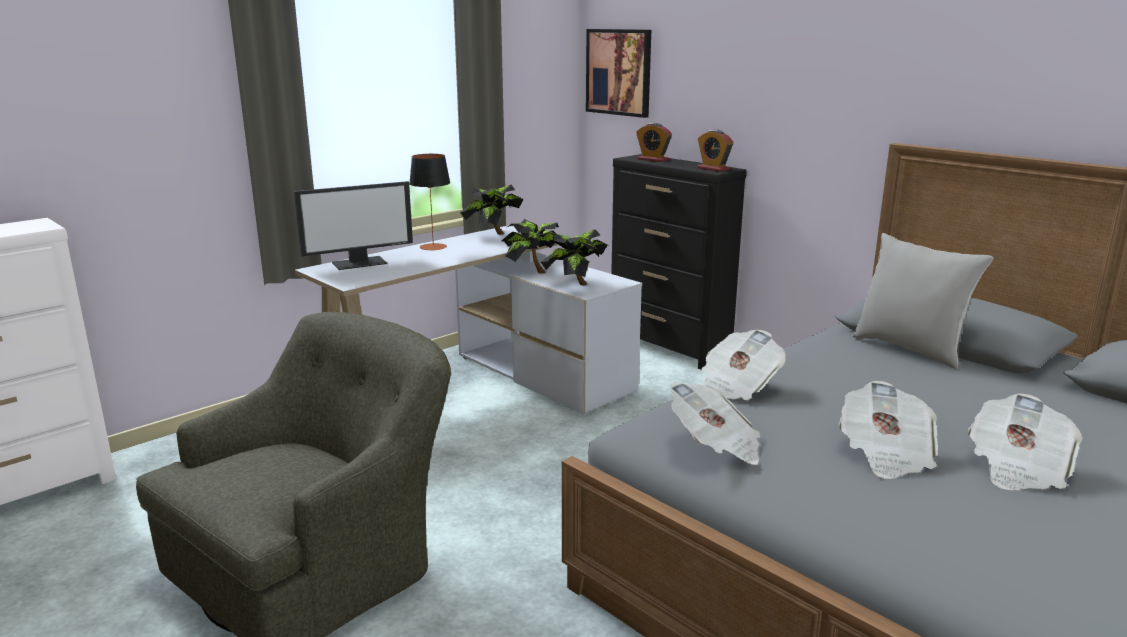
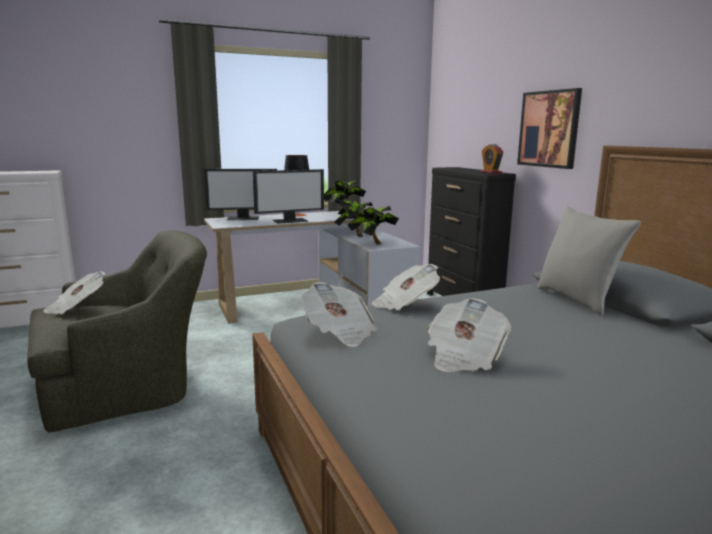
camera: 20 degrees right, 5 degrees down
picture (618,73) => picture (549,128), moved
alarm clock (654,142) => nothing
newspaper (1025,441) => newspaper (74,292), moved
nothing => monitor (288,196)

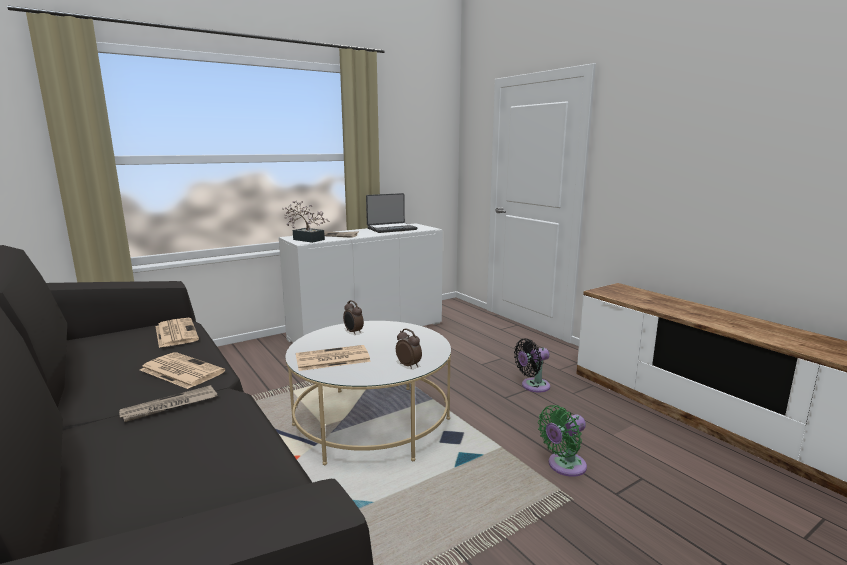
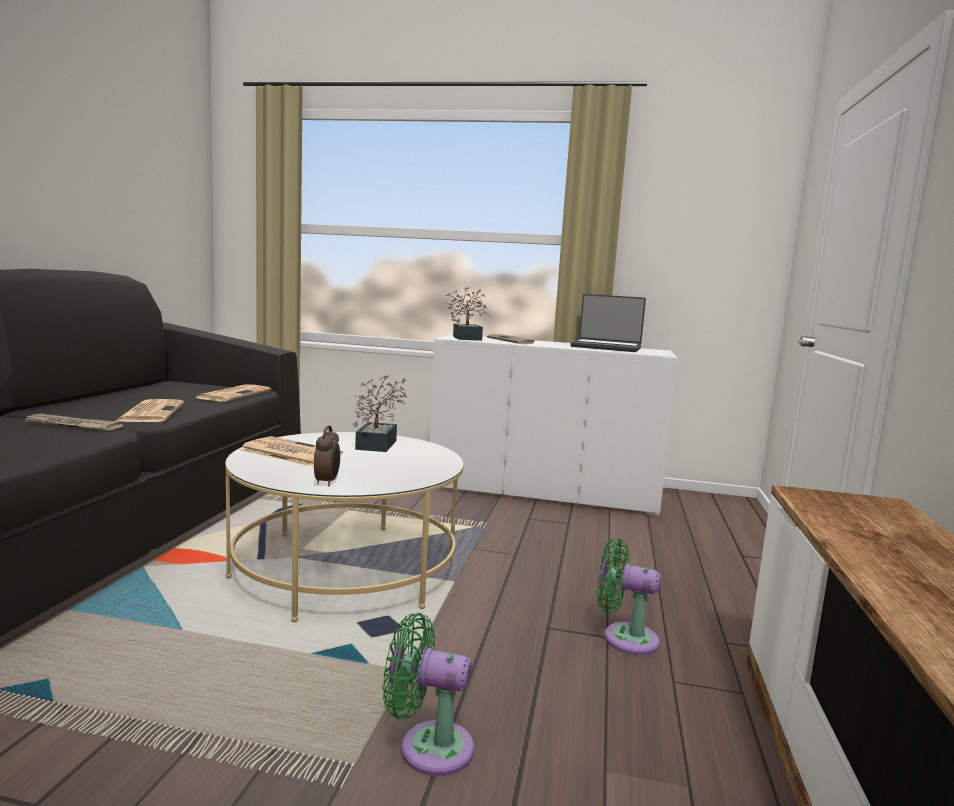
camera: 45 degrees right, 5 degrees down
alarm clock (353,317) => potted plant (380,413)
black fan (532,365) => green fan (629,596)

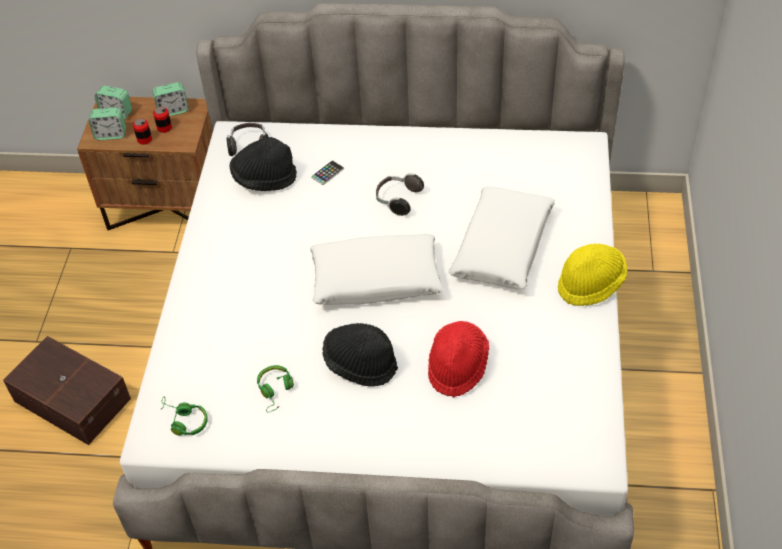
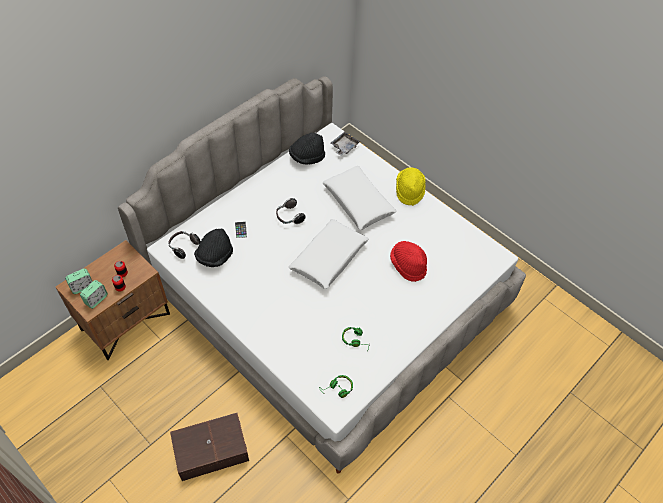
camera: 55 degrees left, 5 degrees up
alarm clock (170,99) => nothing
black hat (360,355) => black hat (307,148), moved
nothing => grey tray (345,144)

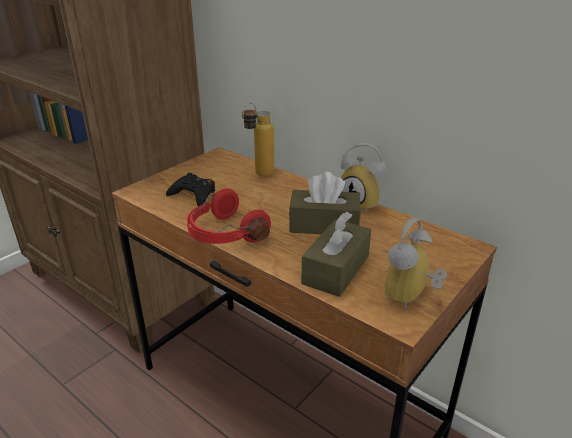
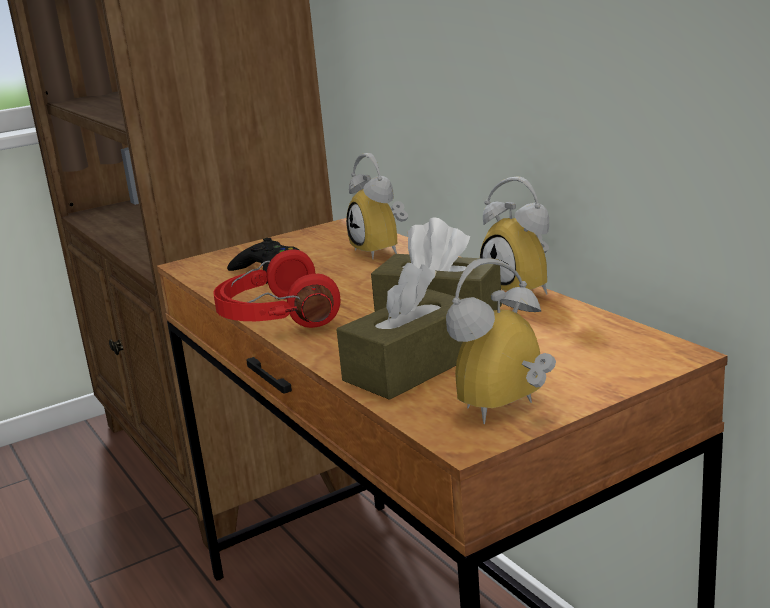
camera: 20 degrees right, 10 degrees down
bottle (258,140) => alarm clock (377,206)

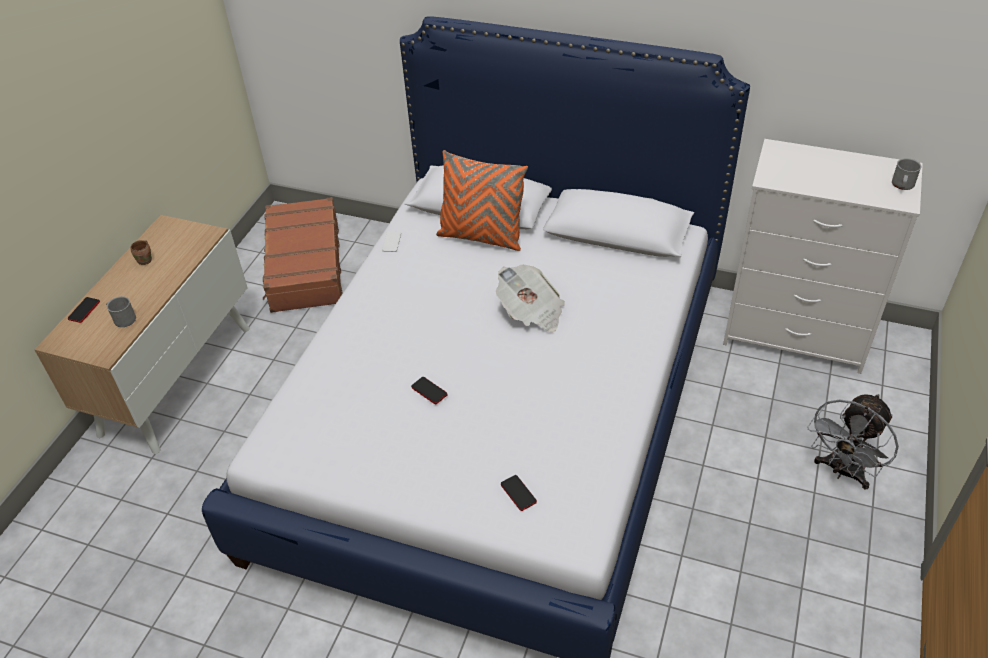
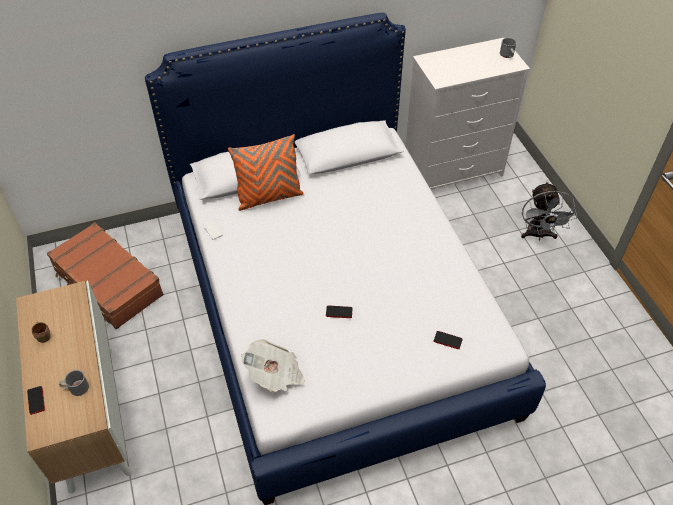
camera: 40 degrees left, 5 degrees up
newspaper (530,298) => newspaper (273,366), moved

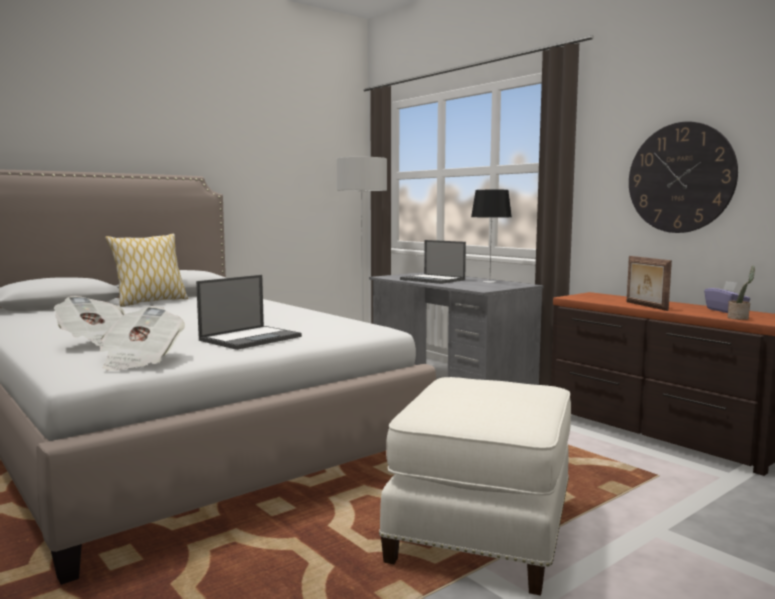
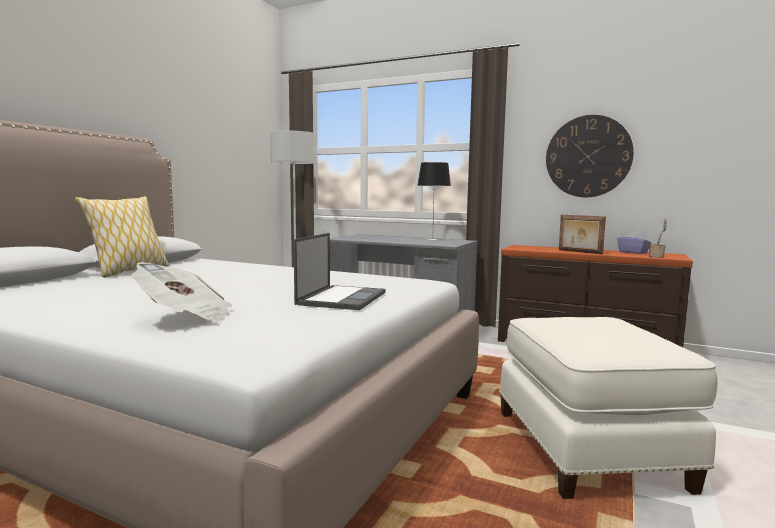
camera: 25 degrees left, 0 degrees up
laptop (433,262) => nothing
newspaper (142,338) => nothing

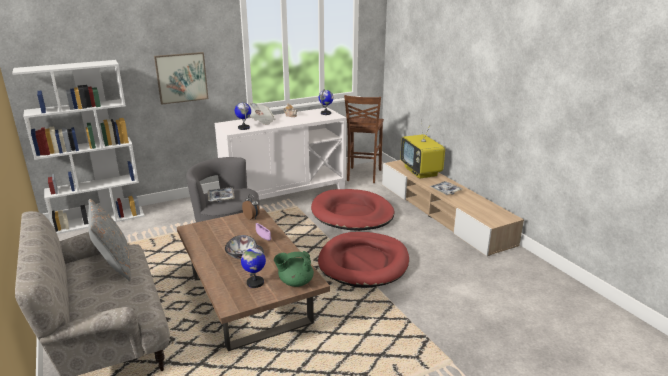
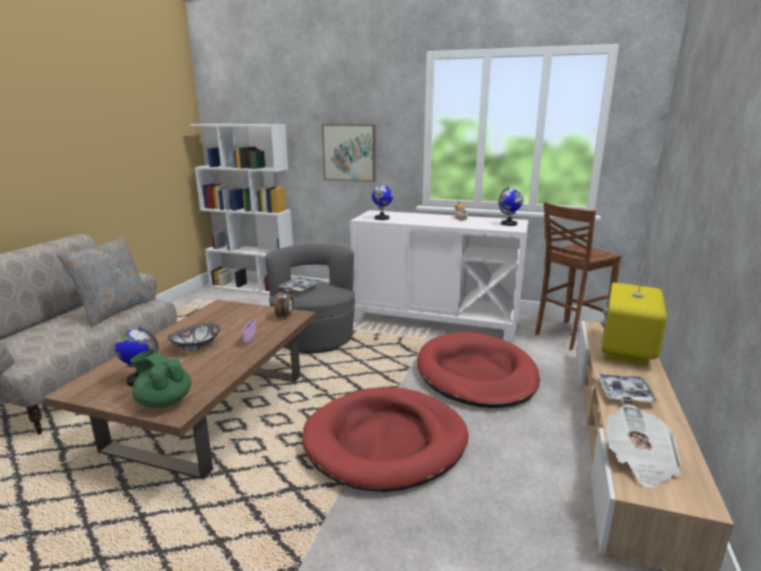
camera: 45 degrees right, 5 degrees down
newspaper (262,114) => newspaper (644,446), moved

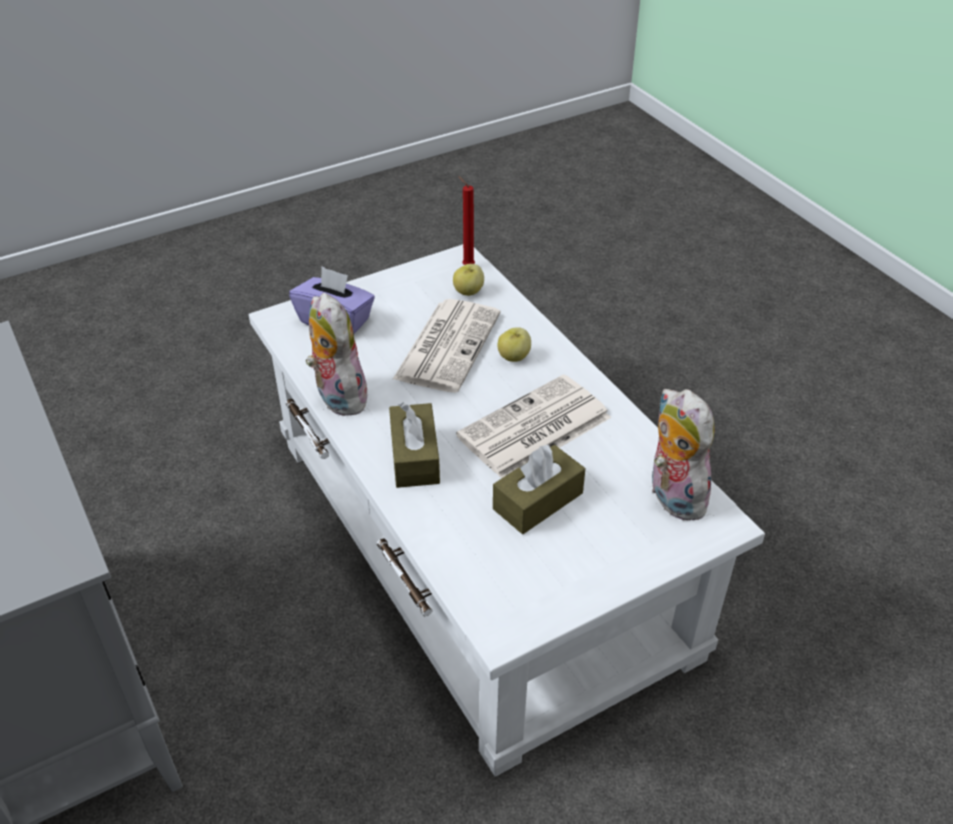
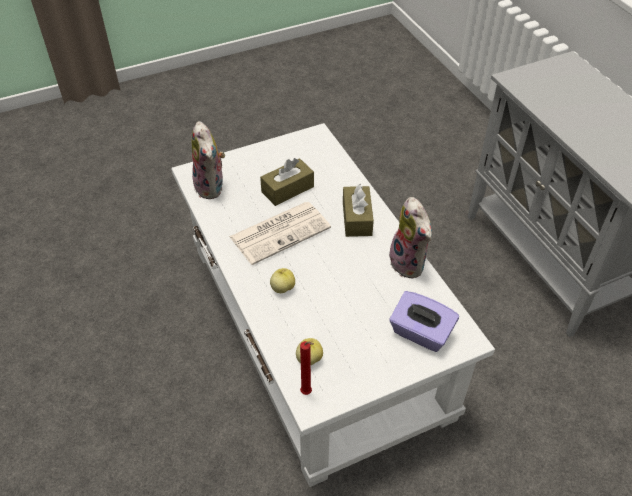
camera: 175 degrees left, 5 degrees up
newspaper (446,346) => nothing

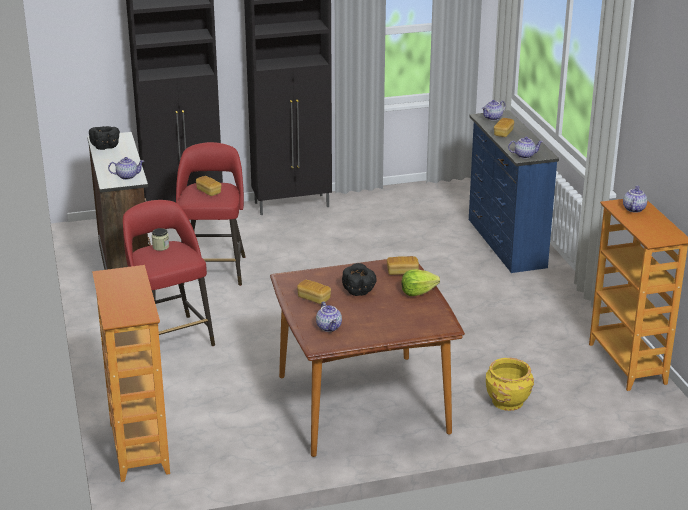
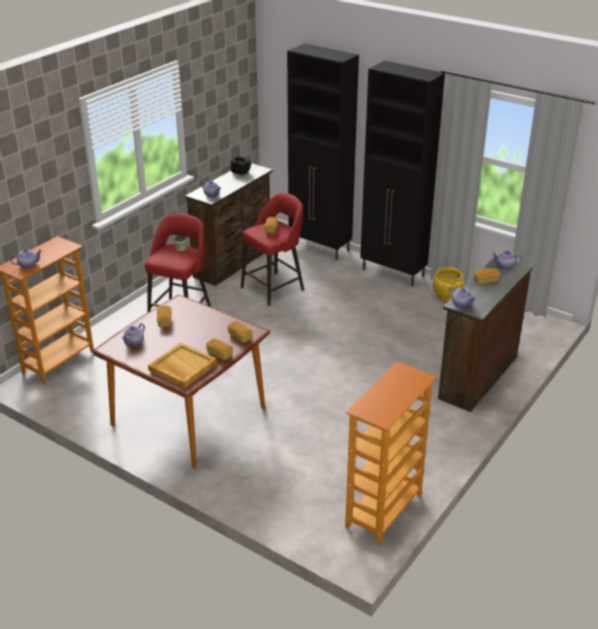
camera: 50 degrees right, 5 degrees up
blue dresser (514,191) => brown dresser (485,334)
teapot (635,199) => teapot (26,259), moved
black bowl (359,279) => nothing
lettuce (421,282) => bread (219,349)
yellow planter (510,384) => yellow planter (448,284), moved
nothing => beige tray (182,365)

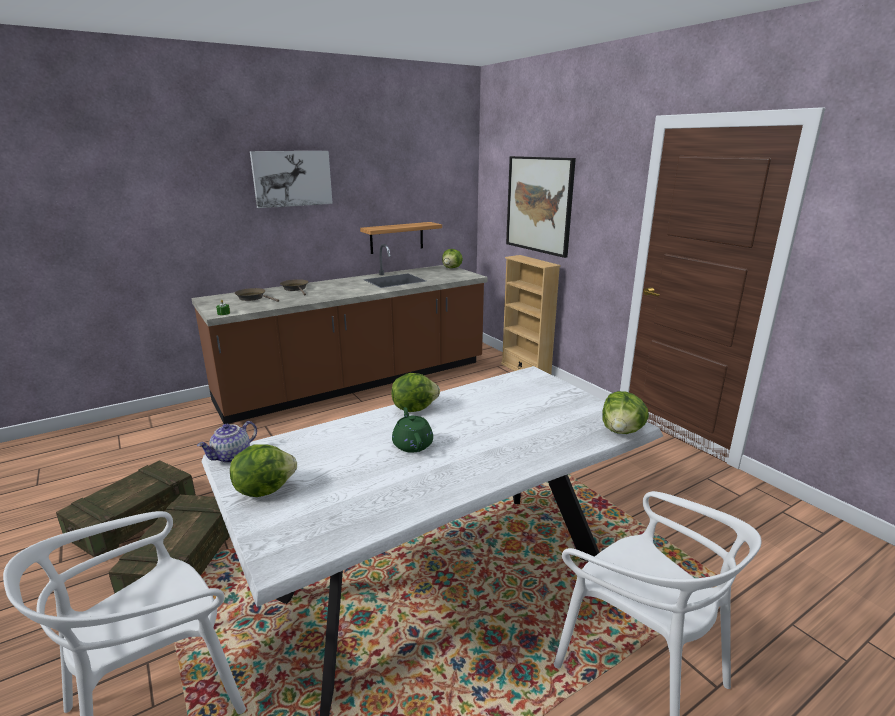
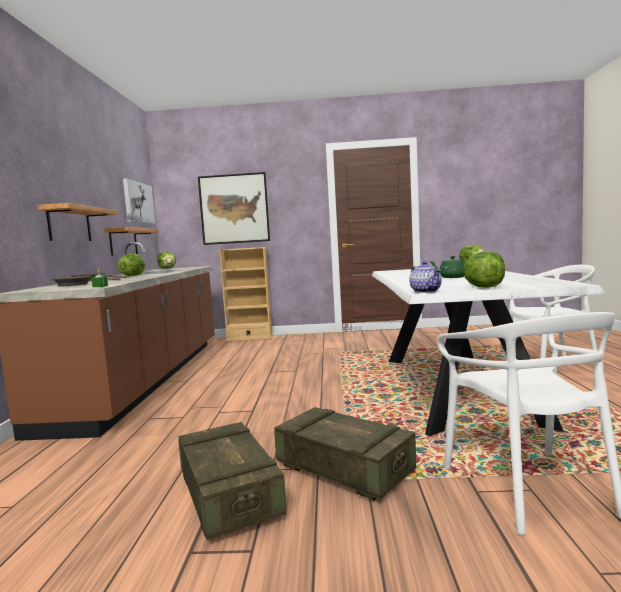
camera: 55 degrees left, 15 degrees down
picture (291,179) => picture (139,201), moved
lettuce (415,392) => lettuce (132,265), moved
nothing => shelf (77,222)

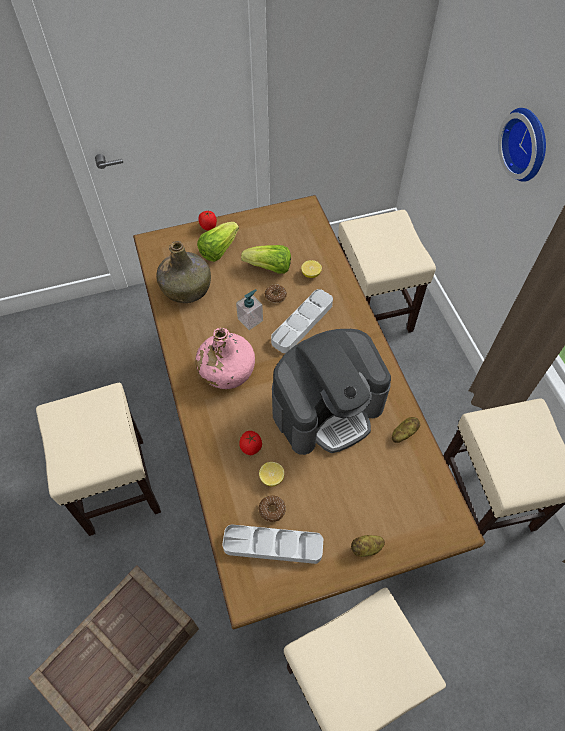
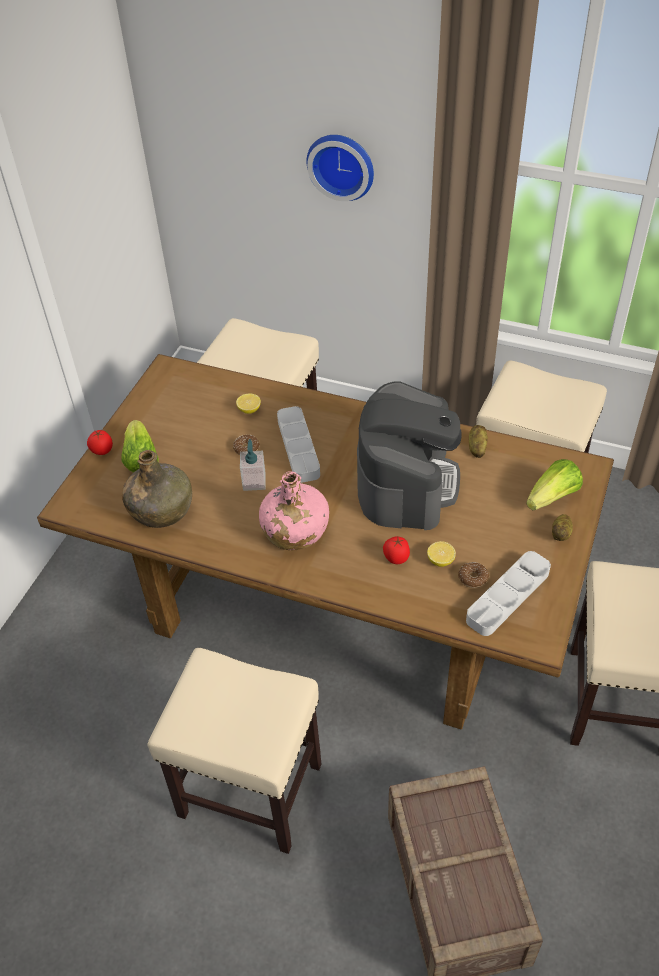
camera: 50 degrees left, 10 degrees down
lettuce (266,259) => lettuce (554,484), moved

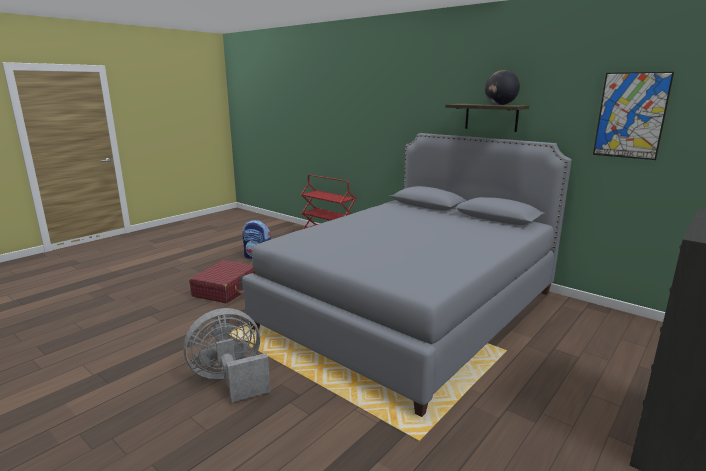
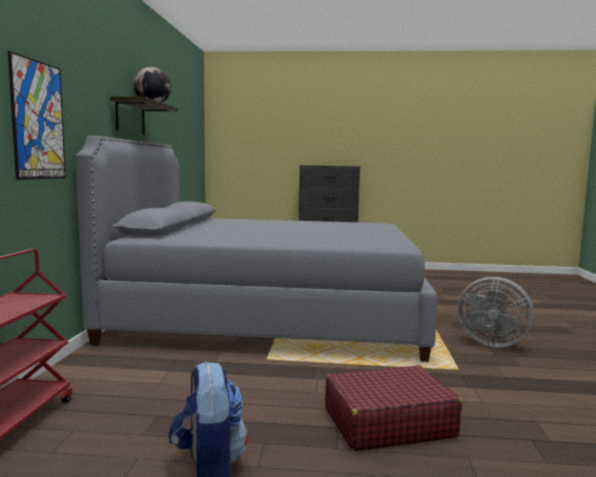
camera: 125 degrees left, 10 degrees down
picture (633,116) => picture (37,115), moved

